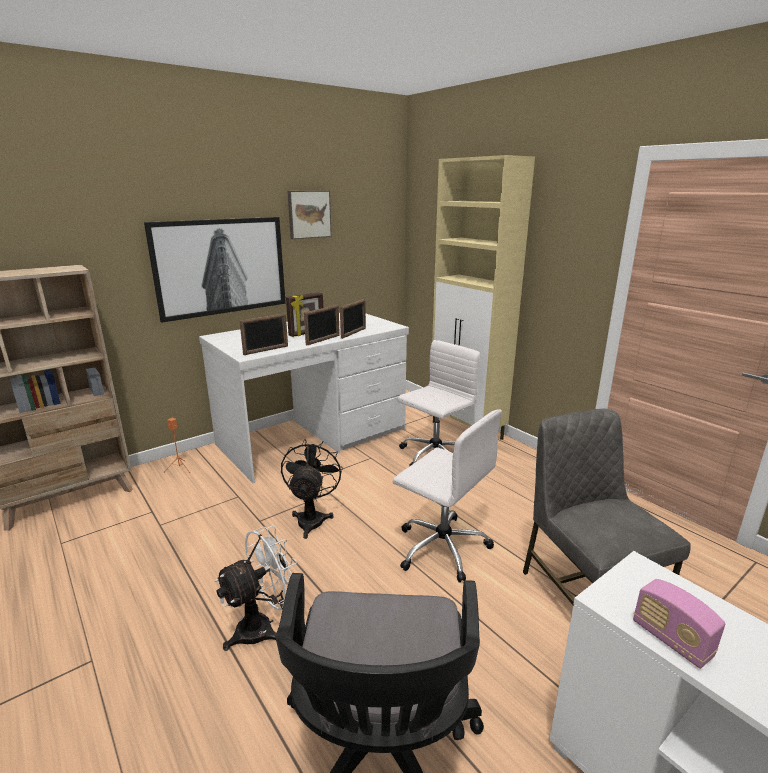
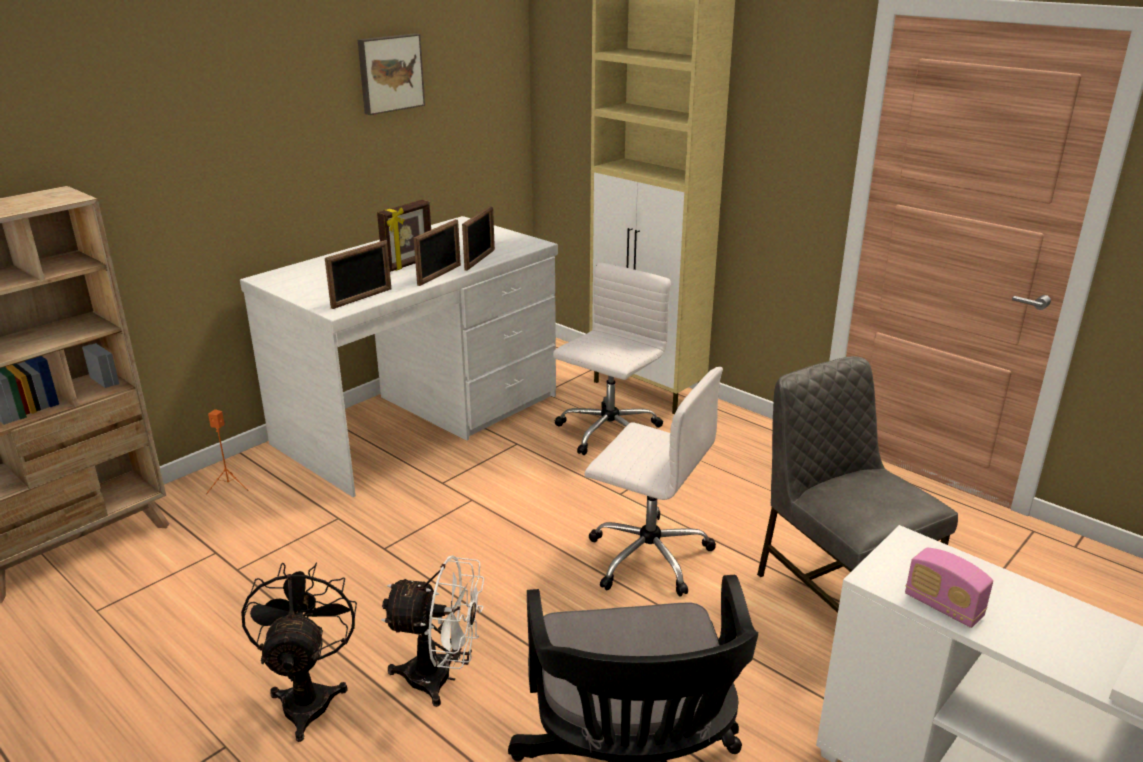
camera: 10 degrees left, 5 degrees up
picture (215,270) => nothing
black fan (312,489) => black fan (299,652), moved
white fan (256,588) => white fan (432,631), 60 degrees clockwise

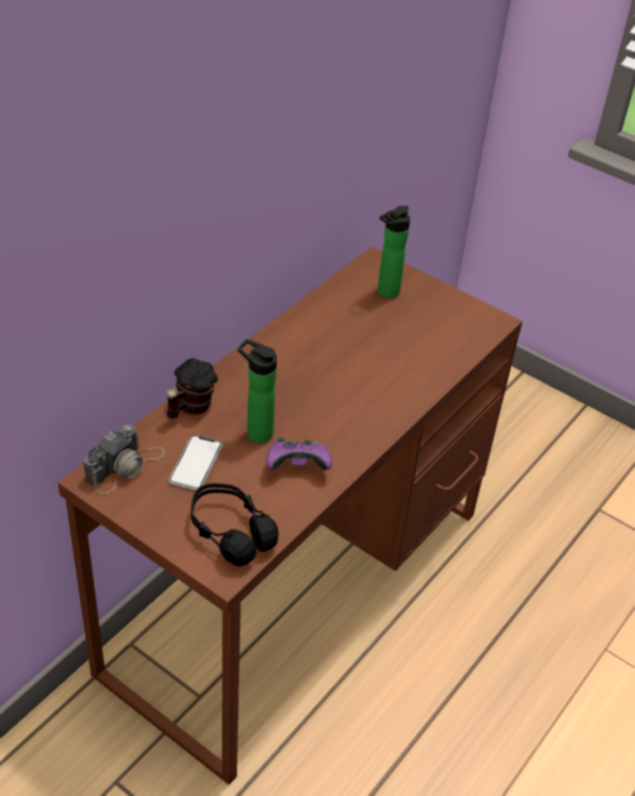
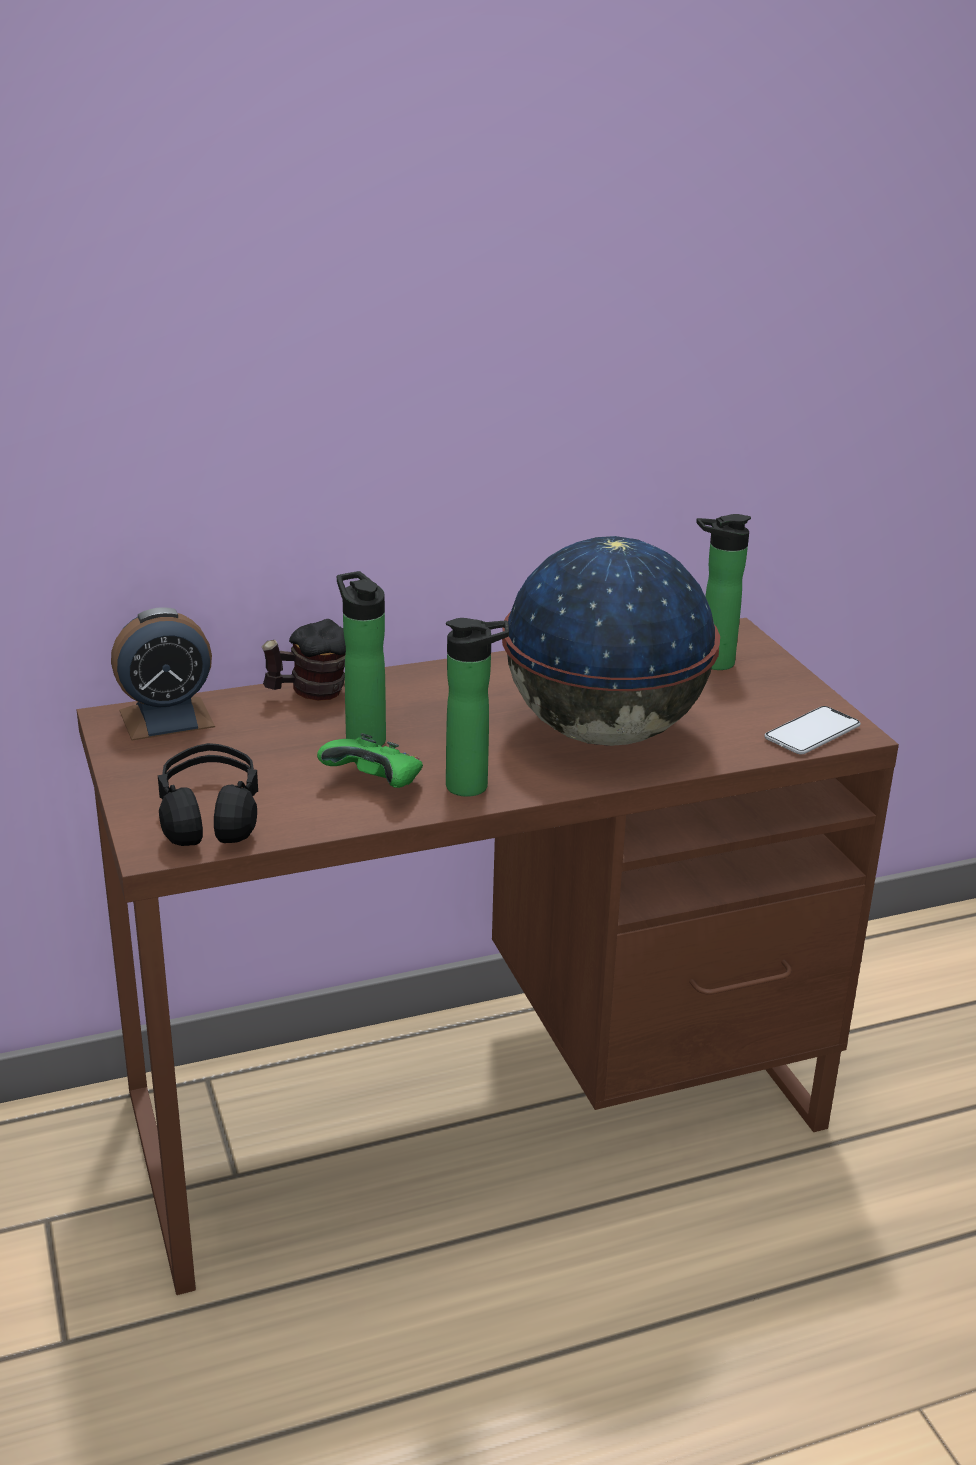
camera: 35 degrees right, 15 degrees down
photo camera (124,460) => alarm clock (163,674)
phone (195,462) => phone (812,730), moved
purple game controller (299,453) => green game controller (370,760)
nothing => globe (611,641)
nothing => bottle (477,707)

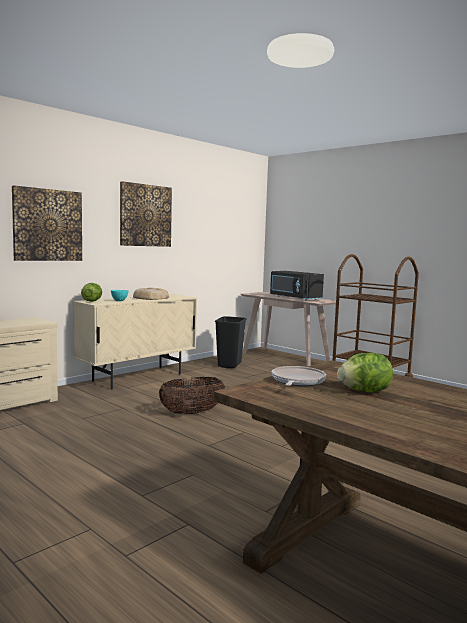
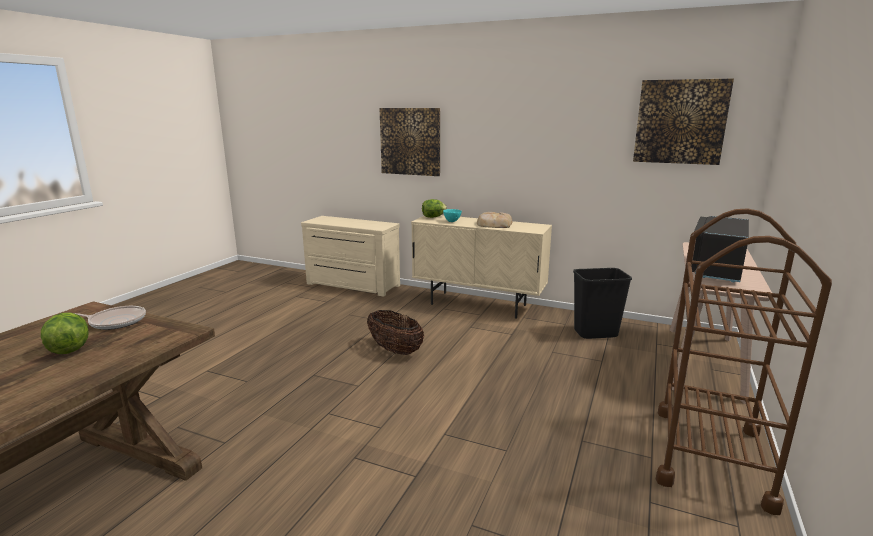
camera: 70 degrees right, 10 degrees up
picture (146,214) => picture (683,121), moved

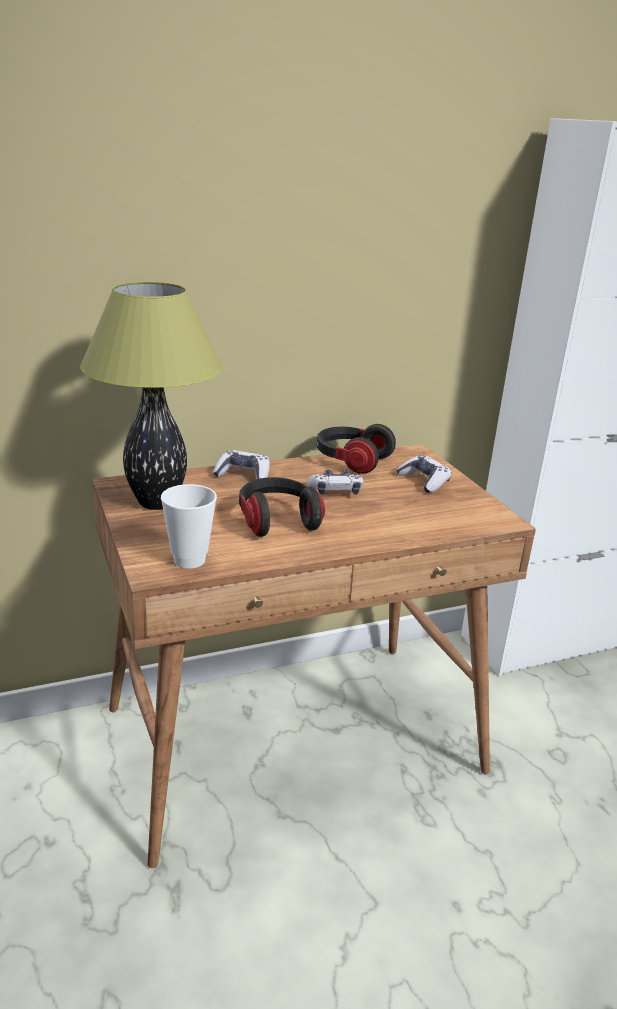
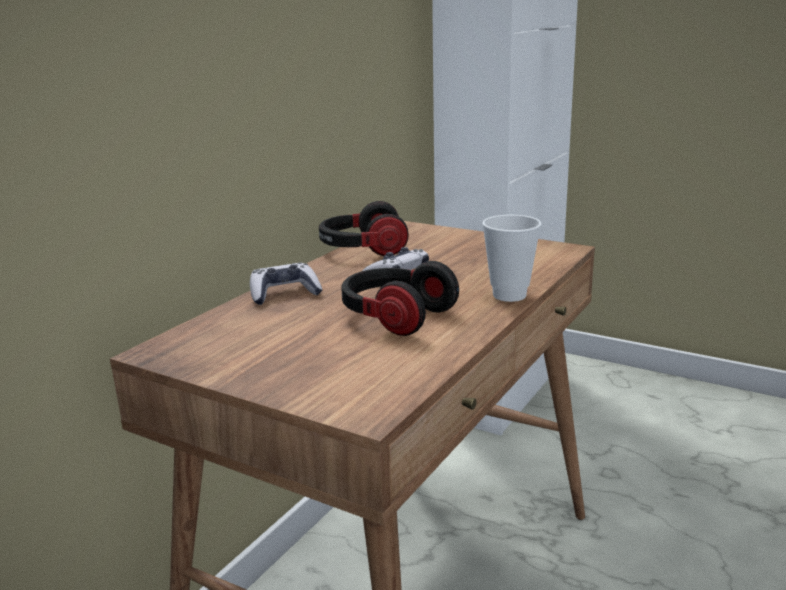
camera: 35 degrees left, 5 degrees down
table lamp (151,396) => nothing
game controller (424,474) => nothing
cup (189,526) => cup (511,258), moved

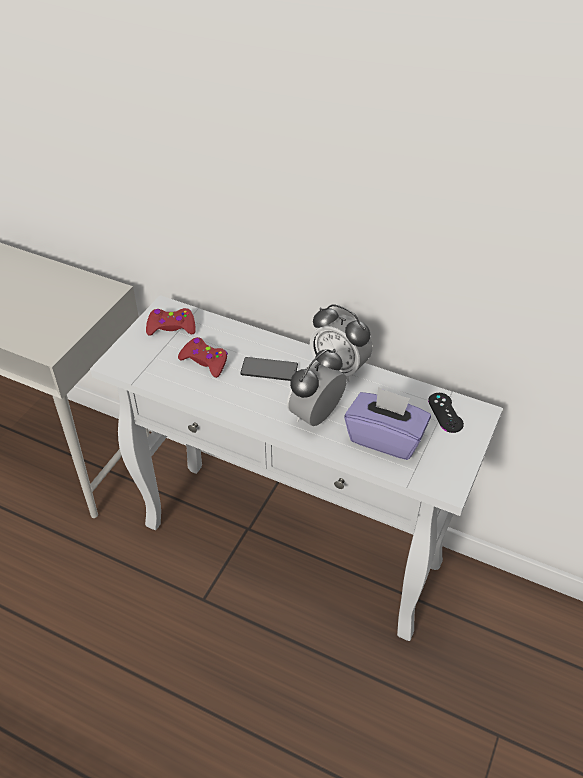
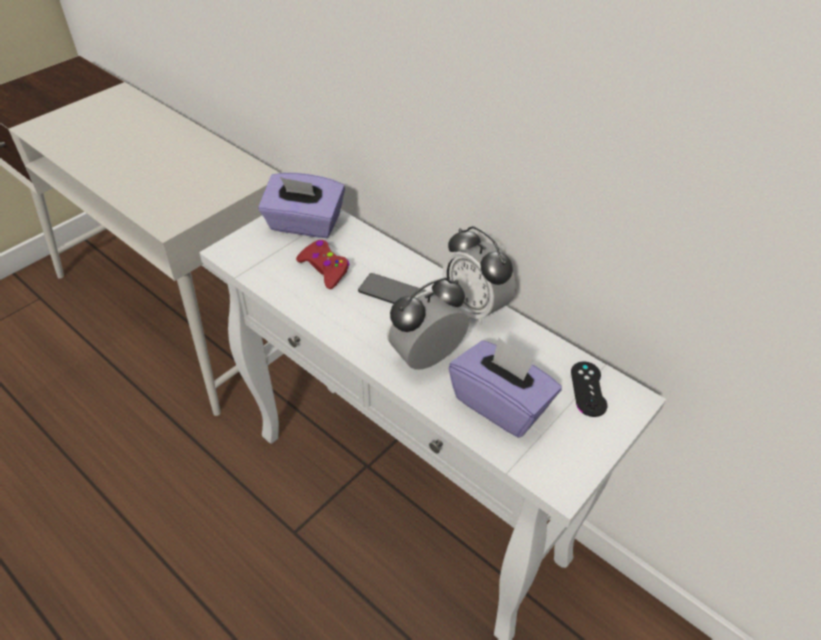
camera: 15 degrees right, 0 degrees up
red game controller (171,322) => purple tissue box (301,205)

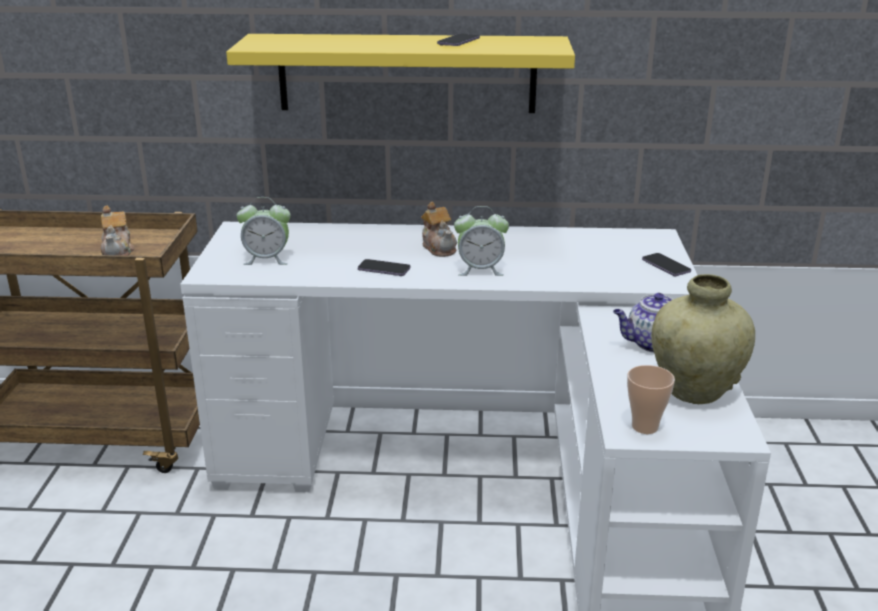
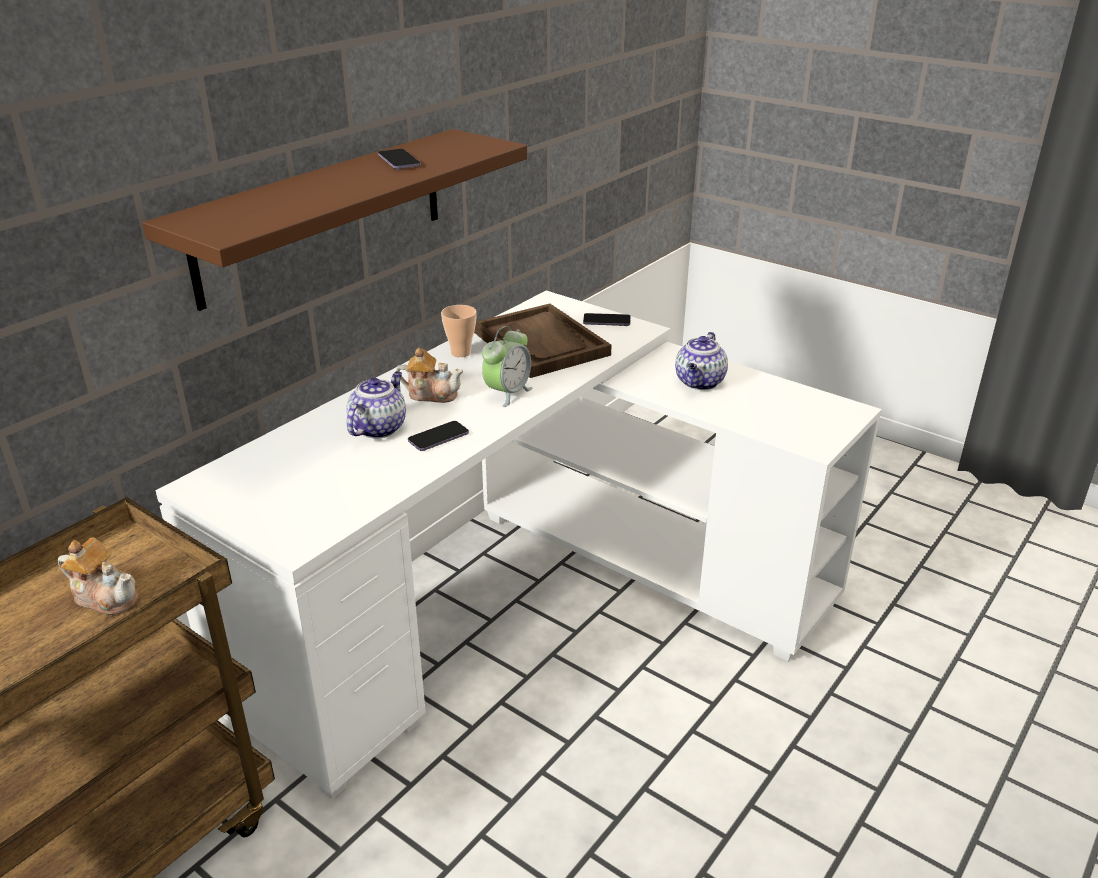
camera: 55 degrees left, 5 degrees up
yellow shelf (400,73) => brown shelf (334,220)
alarm clock (264,231) => nothing
beige vase (703,339) => nothing
cup (651,399) => cup (459,331), moved
nothing => brown tray (542,341)
nothing => teapot (376,404)

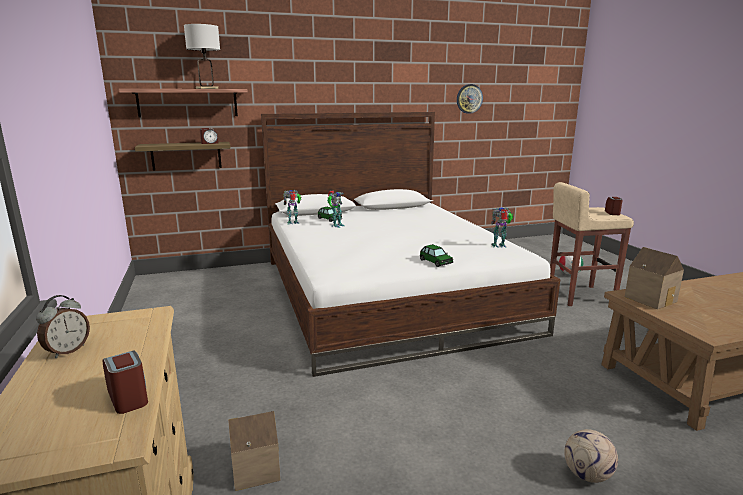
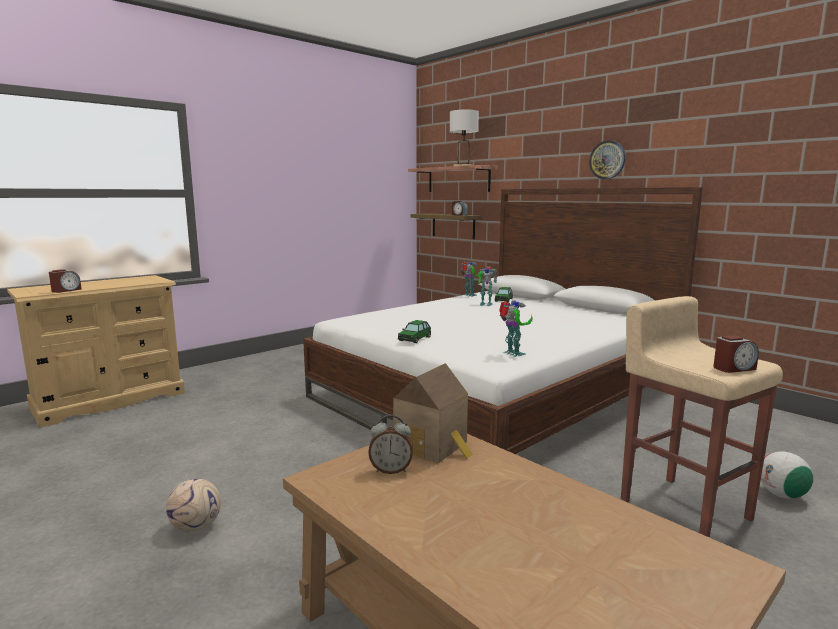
camera: 65 degrees right, 5 degrees down
wall clock (470,99) => wall clock (607,159), moved
alarm clock (63,326) => alarm clock (390,444), moved
toy house (254,451) => nothing

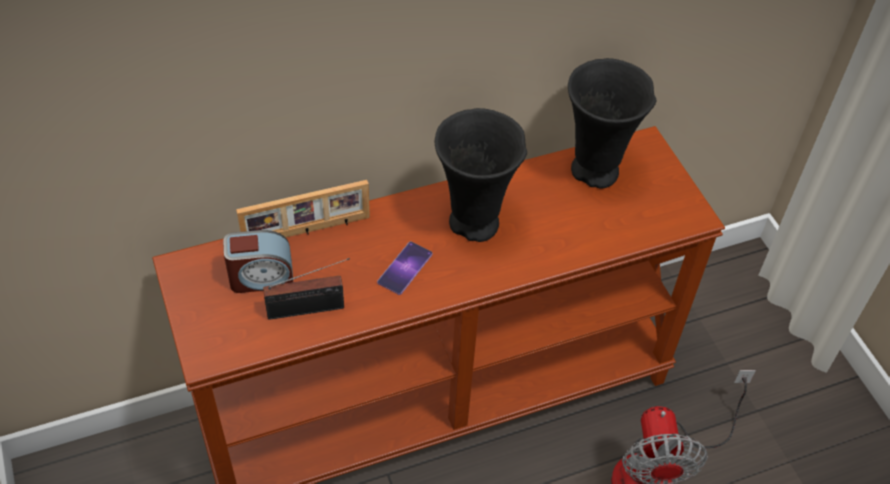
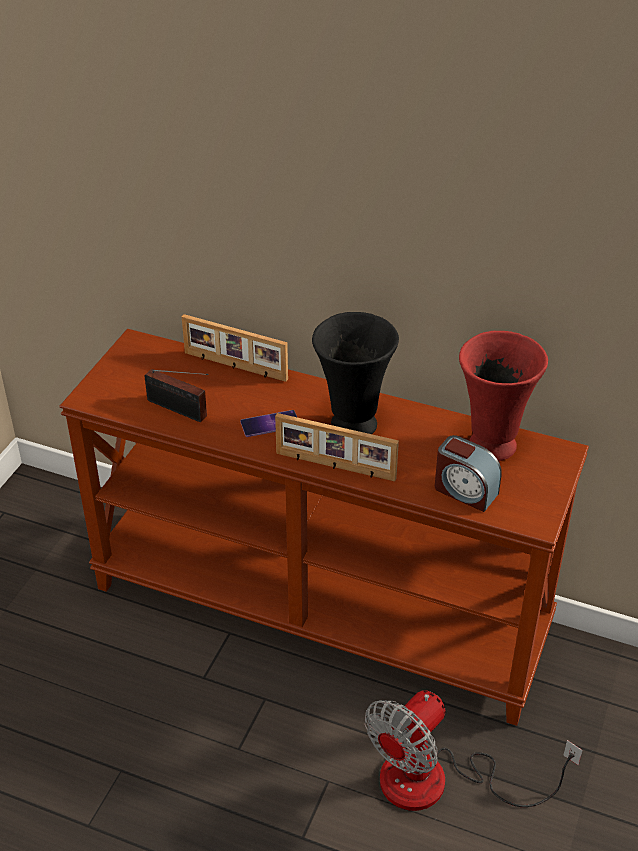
camera: 45 degrees right, 10 degrees down
black vase (612,123) => red vase (503,396)
alarm clock (258,261) => alarm clock (468,473), moved
nothing => picture frame (337,447)

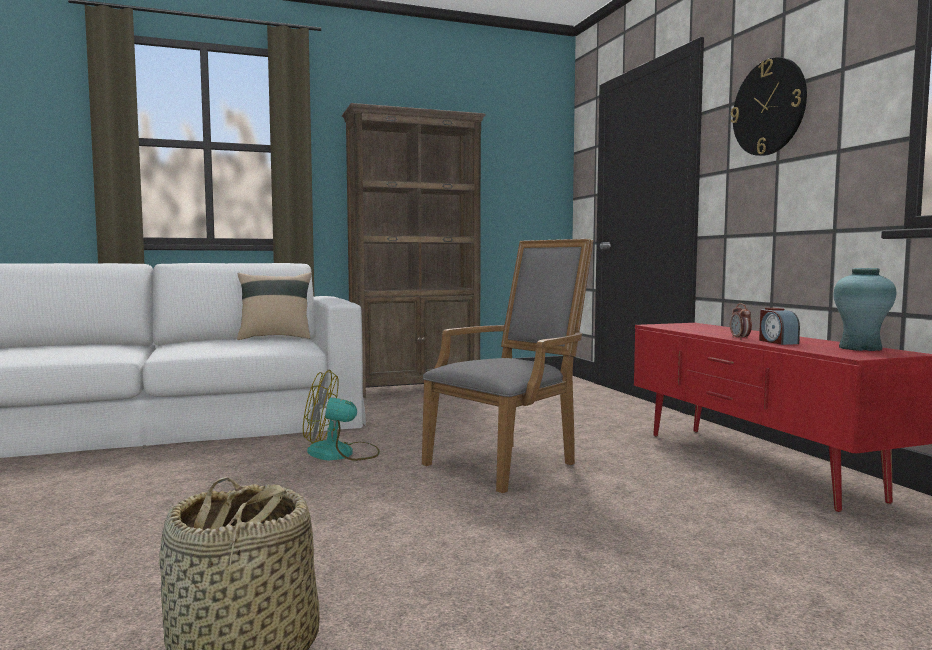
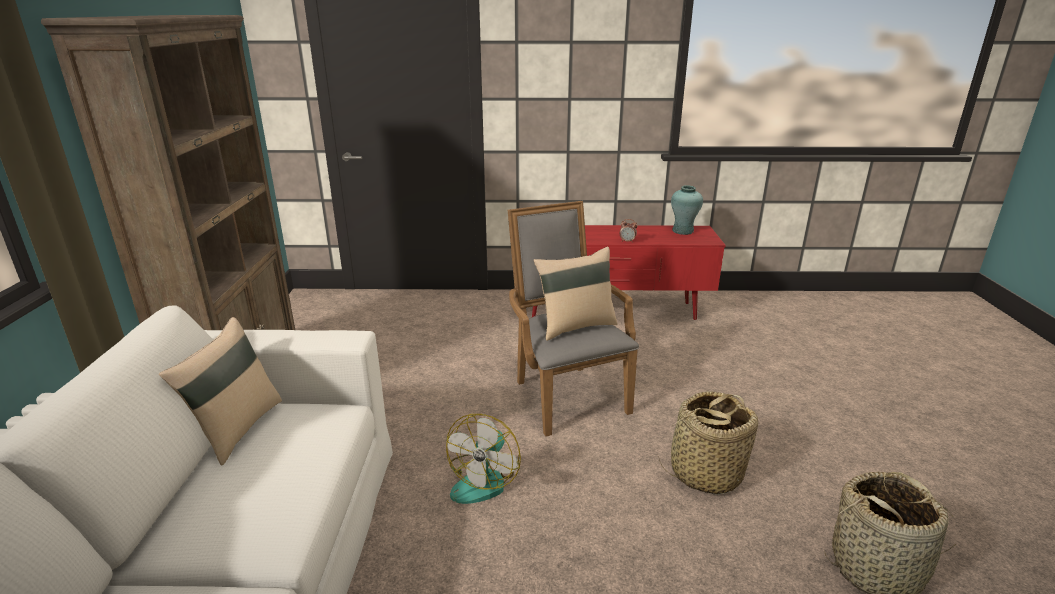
camera: 70 degrees left, 20 degrees up
wall clock (769,106) => nothing
alarm clock (779,326) => nothing
nothing => beige pillow (575,294)
nothing => basket (708,443)

